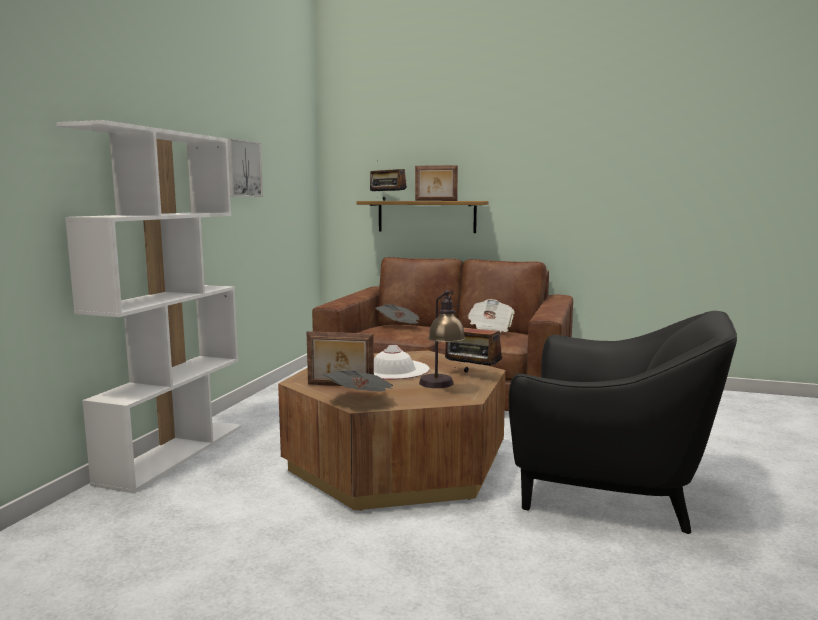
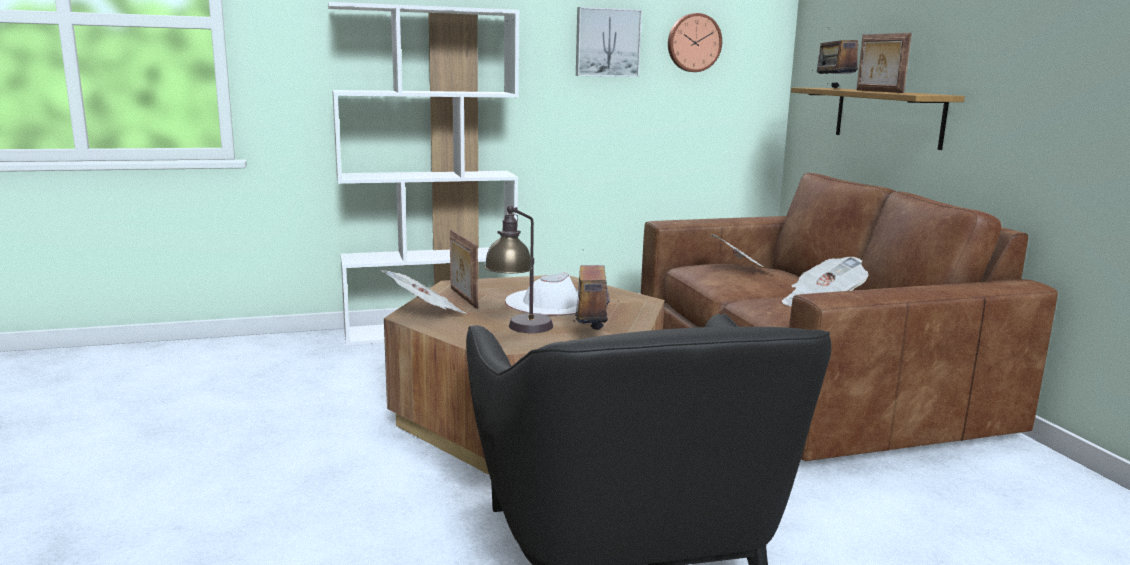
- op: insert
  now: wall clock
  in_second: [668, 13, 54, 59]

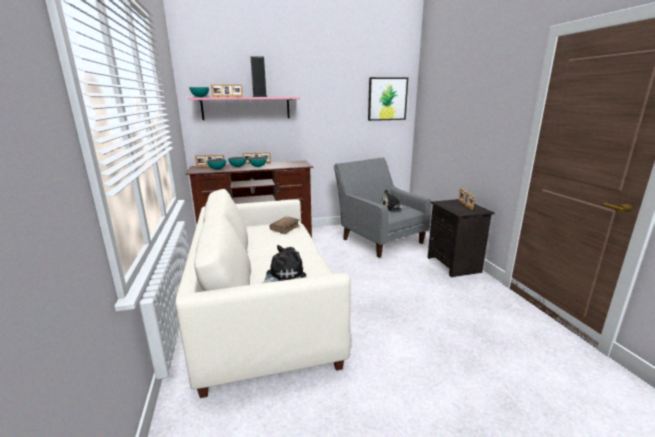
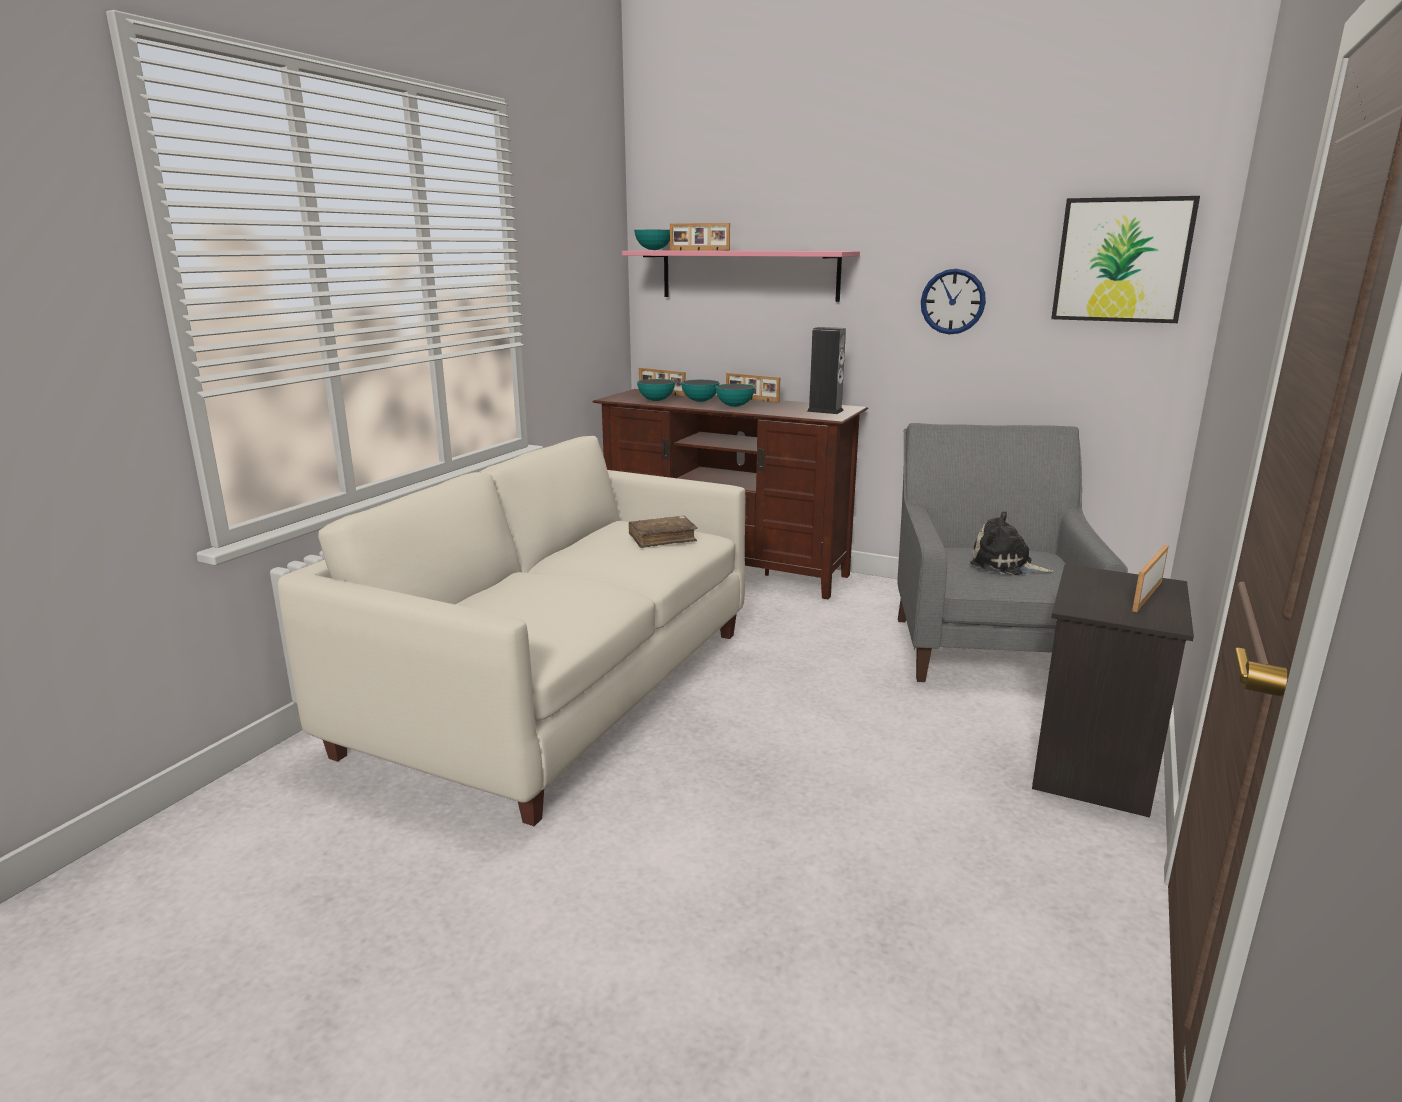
- op: move
  was: speaker
  in_first: [250, 56, 17, 41]
  in_second: [807, 327, 39, 87]
- op: insert
  now: wall clock
  in_second: [921, 269, 65, 66]
- op: delete
  was: plush toy
  in_first: [263, 245, 43, 38]

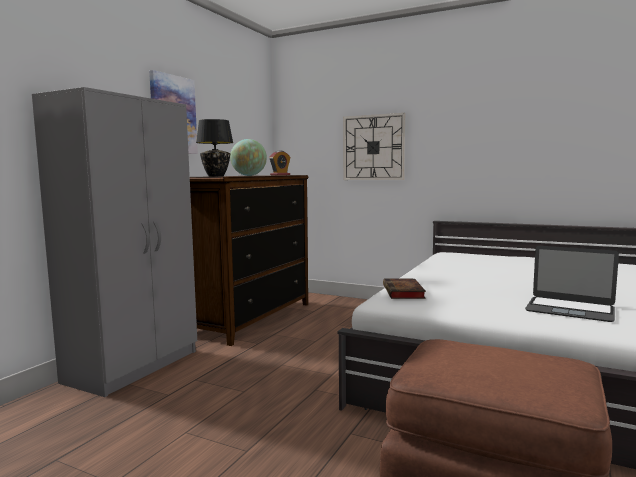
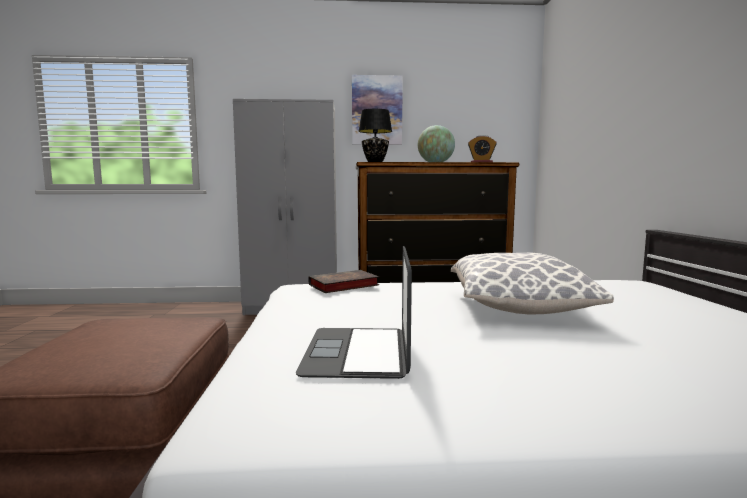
- op: insert
  now: pillow
  in_second: [451, 253, 163, 61]
- op: delete
  was: wall clock
  in_first: [343, 113, 62, 67]

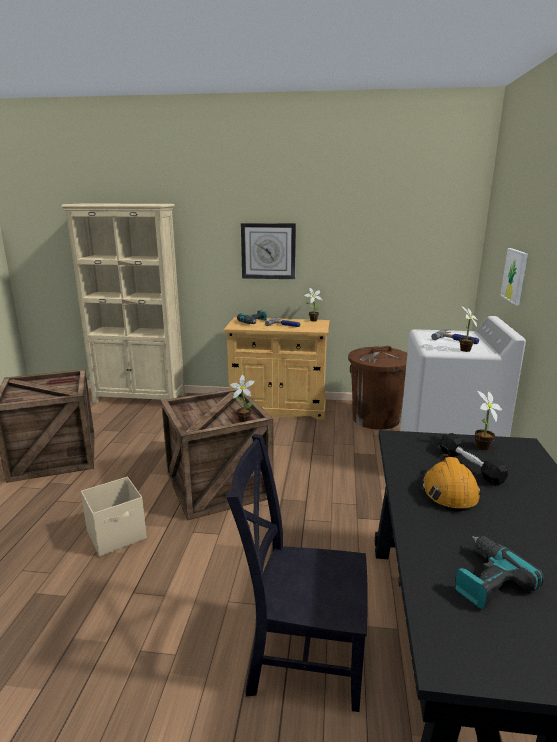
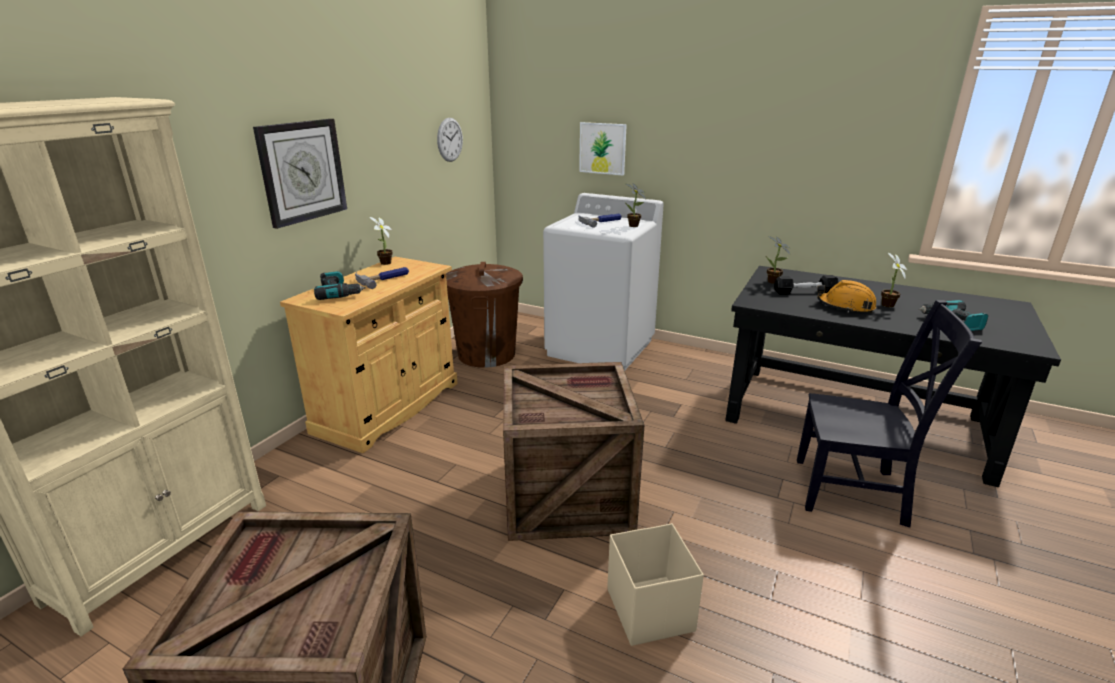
- op: insert
  now: wall clock
  in_second: [437, 118, 26, 44]
- op: rotate
  was: chair/black
  in_first: [226, 434, 142, 278]
  in_second: [797, 300, 185, 227]
  clockwise: -105
- op: move
  was: potted plant
  in_first: [230, 375, 25, 47]
  in_second: [881, 253, 26, 54]

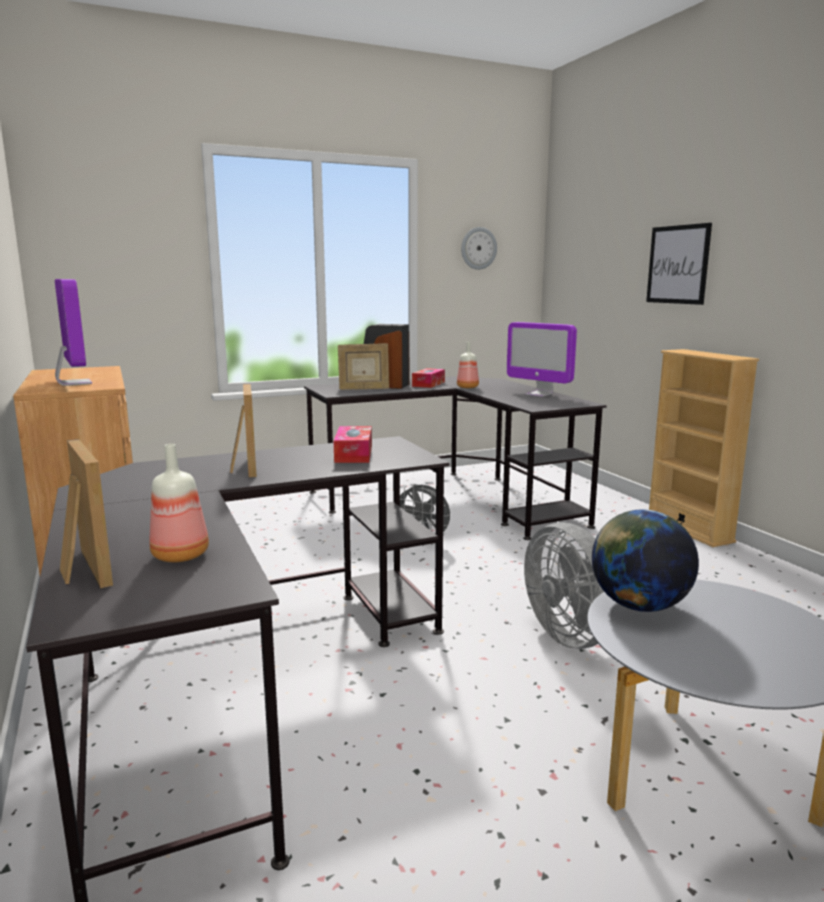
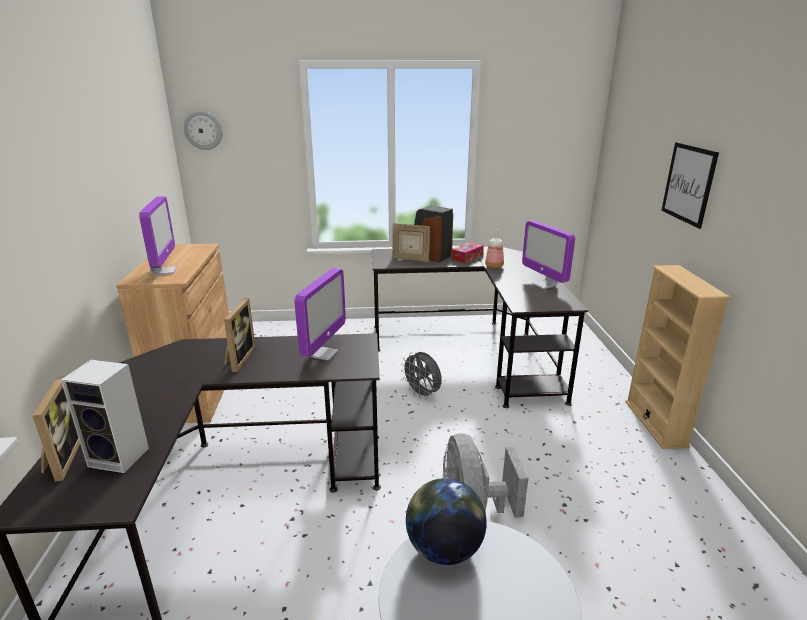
- op: replace
  was: bottle
  now: speaker
  in_first: [150, 444, 59, 118]
  in_second: [61, 360, 88, 113]
- op: move
  was: wall clock
  in_first: [461, 227, 36, 43]
  in_second: [184, 111, 38, 39]
- op: replace
  was: tissue box
  now: monitor
  in_first: [334, 426, 38, 37]
  in_second: [294, 268, 52, 92]

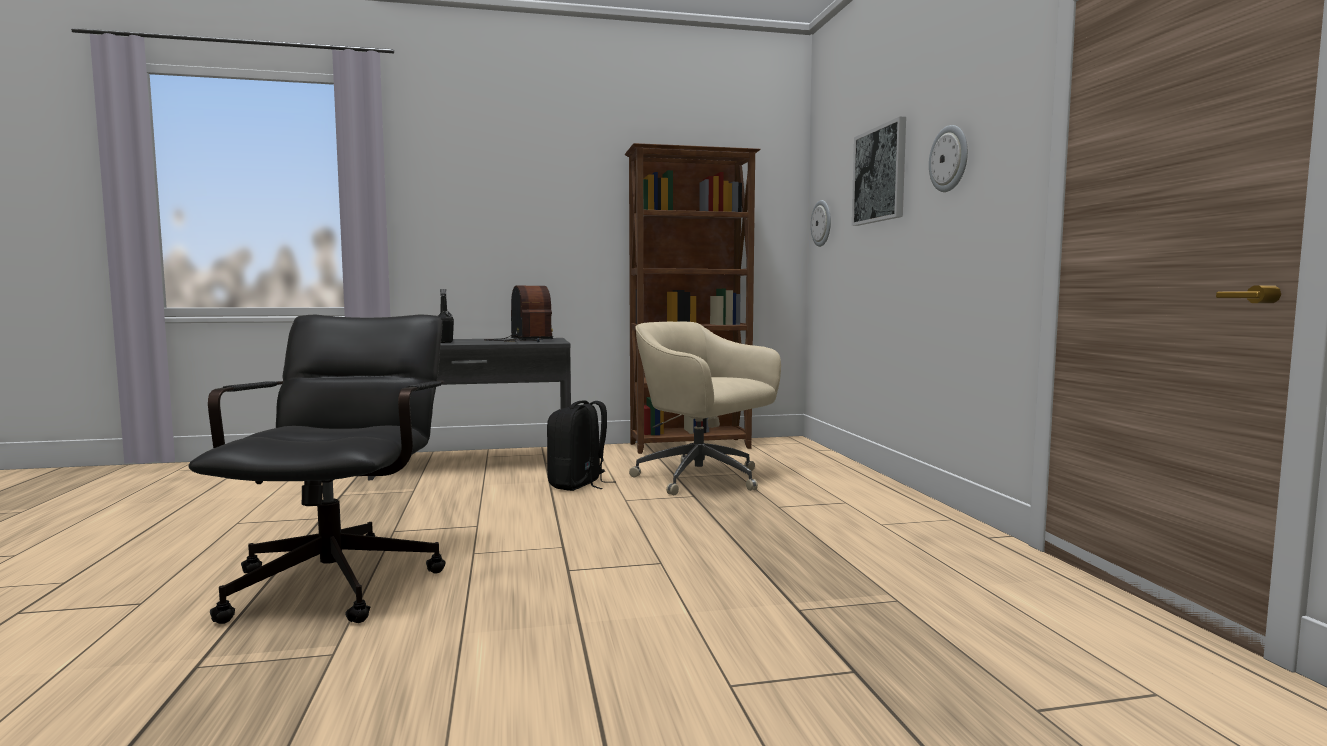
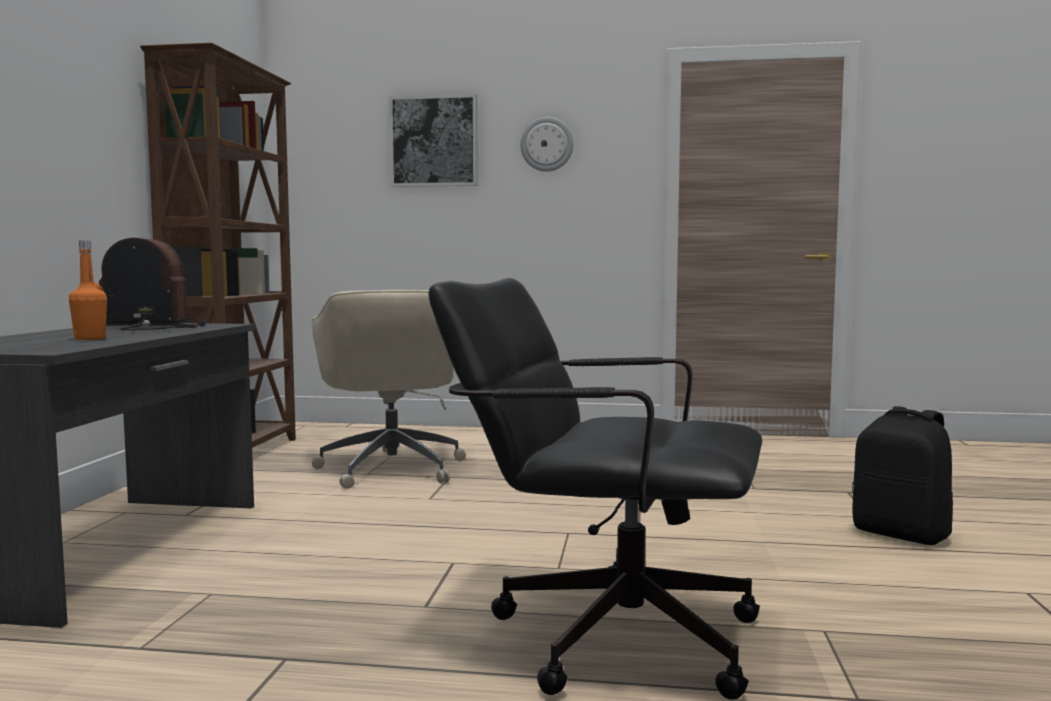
- op: recolor
  was: bottle/black
  now: bottle/orange
  in_first: [438, 289, 16, 54]
  in_second: [69, 241, 38, 99]
- op: rotate
  was: office chair/beige
  in_first: [629, 321, 152, 174]
  in_second: [312, 290, 154, 199]
  clockwise: -75
- op: move
  was: backpack/black
  in_first: [547, 401, 69, 90]
  in_second: [852, 406, 101, 139]
- op: delete
  was: wall clock
  in_first: [811, 200, 20, 47]

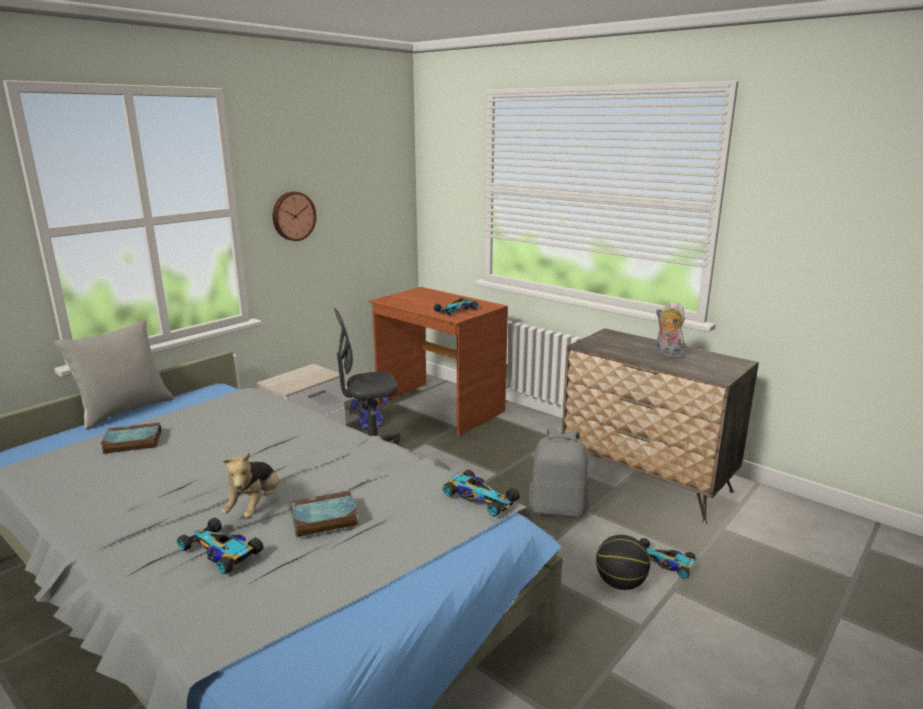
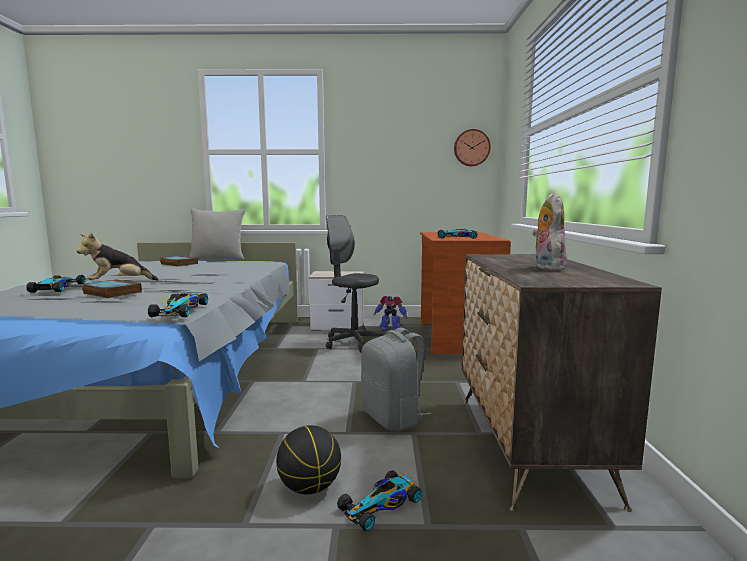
- op: rotate
  was: toy car
  in_first: [639, 538, 57, 41]
  in_second: [337, 470, 85, 61]
  clockwise: -120
- op: move
  was: wall clock
  in_first: [273, 192, 43, 49]
  in_second: [454, 129, 37, 37]

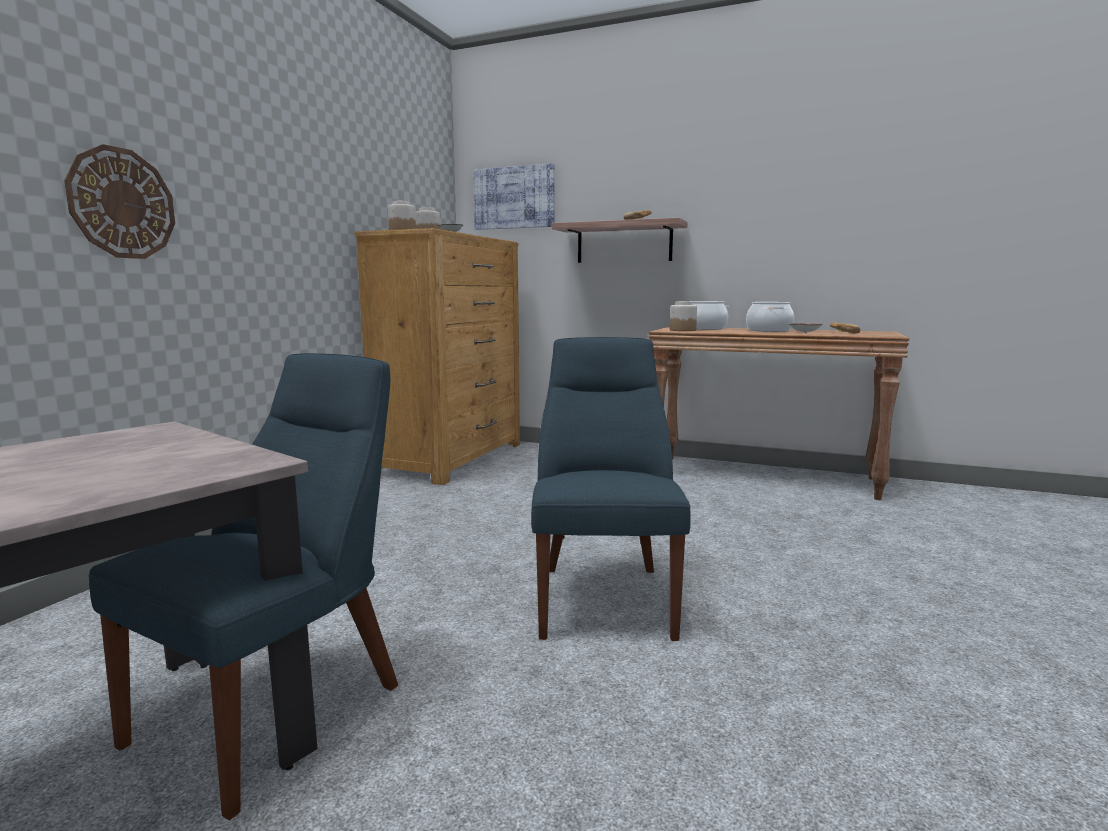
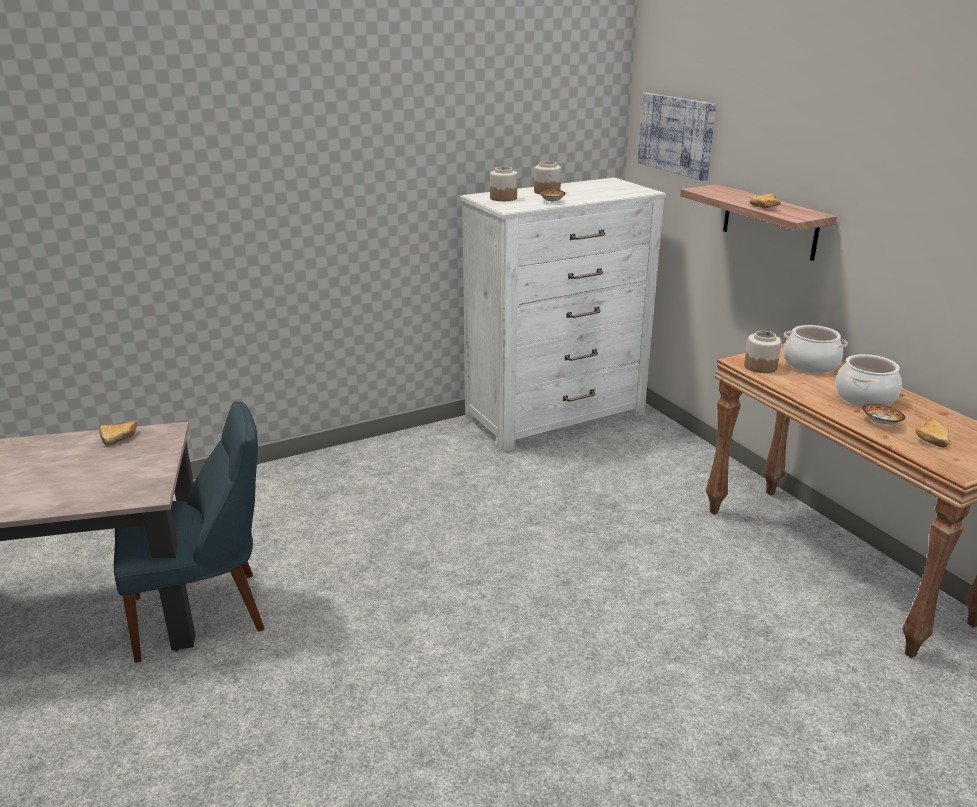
- op: insert
  now: bread
  in_second: [99, 421, 39, 25]
- op: recolor
  was: dresser/brown
  now: dresser/white
  in_first: [354, 228, 166, 257]
  in_second: [460, 177, 206, 275]
- op: delete
  was: wall clock
  in_first: [64, 144, 111, 115]
- op: delete
  was: chair/blue
  in_first: [531, 337, 160, 304]

